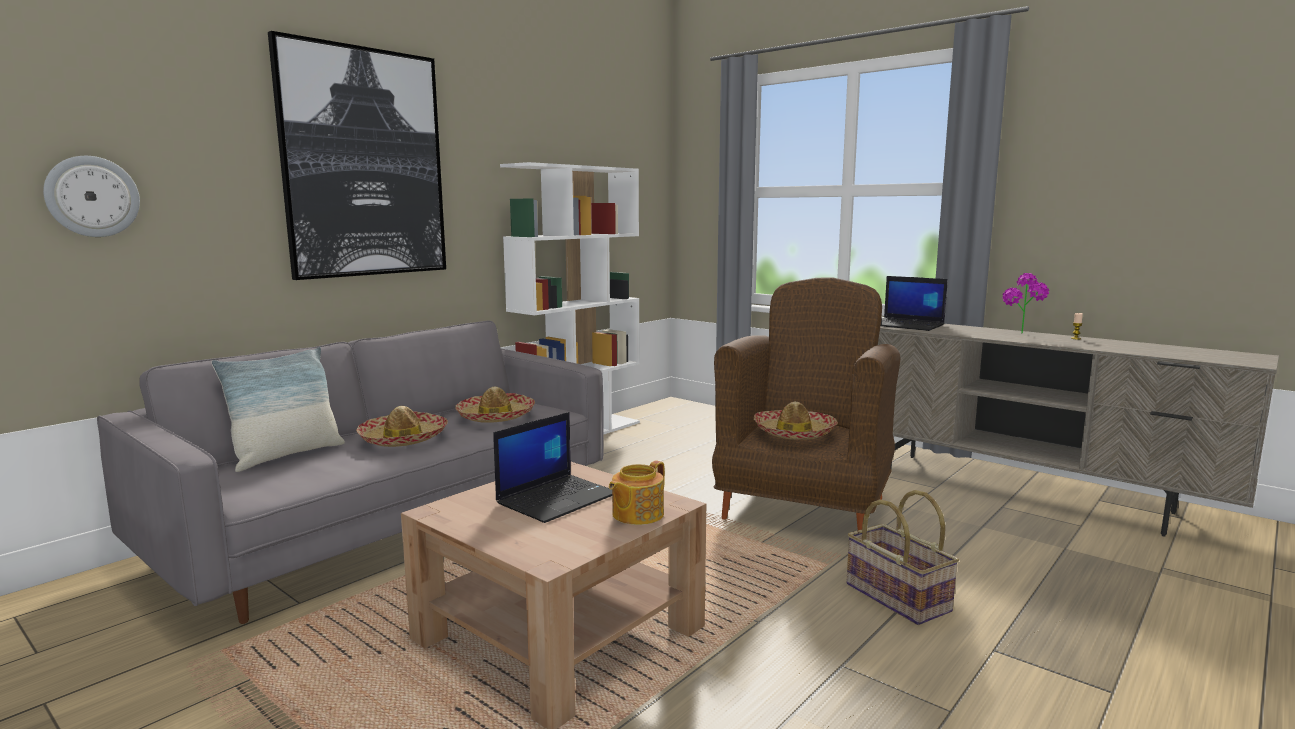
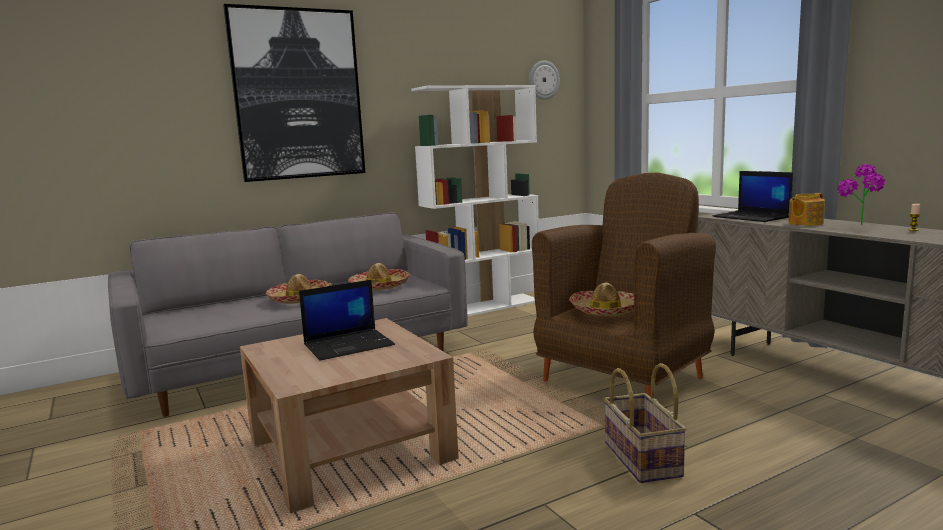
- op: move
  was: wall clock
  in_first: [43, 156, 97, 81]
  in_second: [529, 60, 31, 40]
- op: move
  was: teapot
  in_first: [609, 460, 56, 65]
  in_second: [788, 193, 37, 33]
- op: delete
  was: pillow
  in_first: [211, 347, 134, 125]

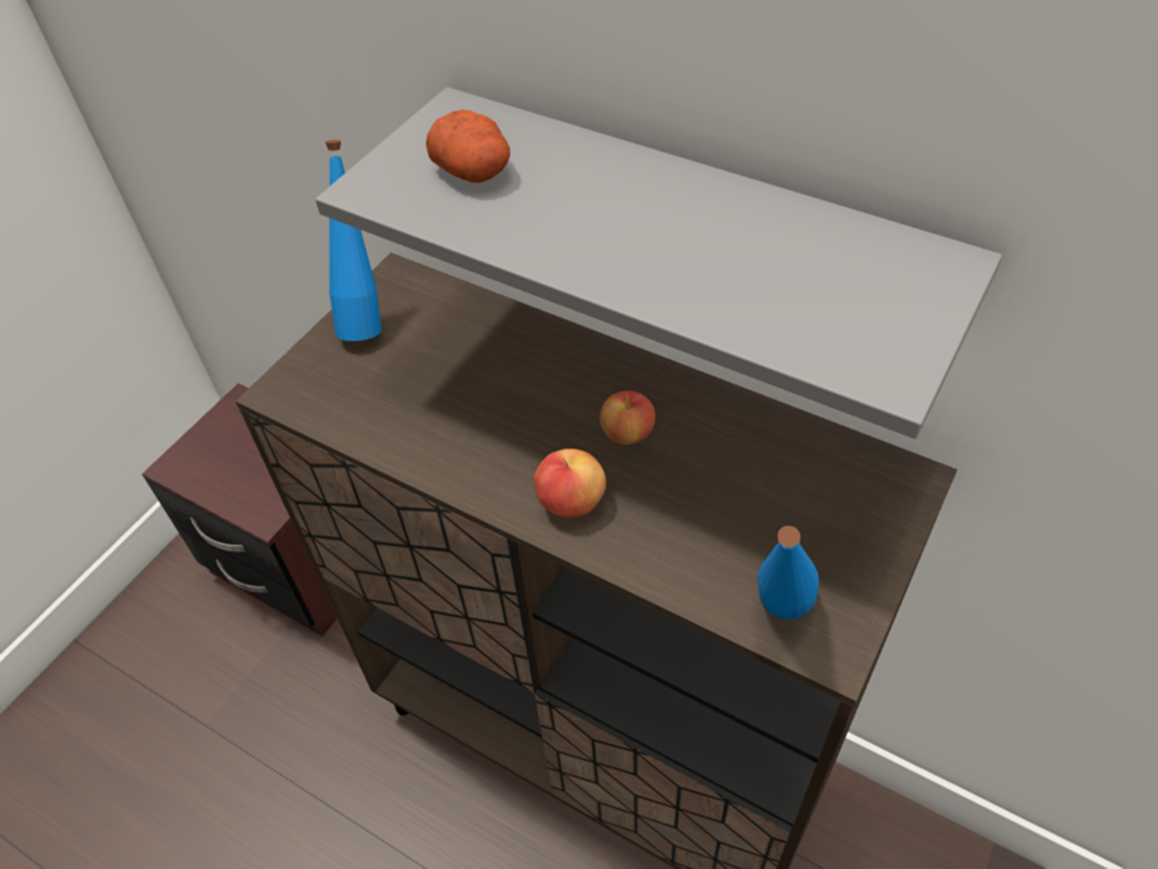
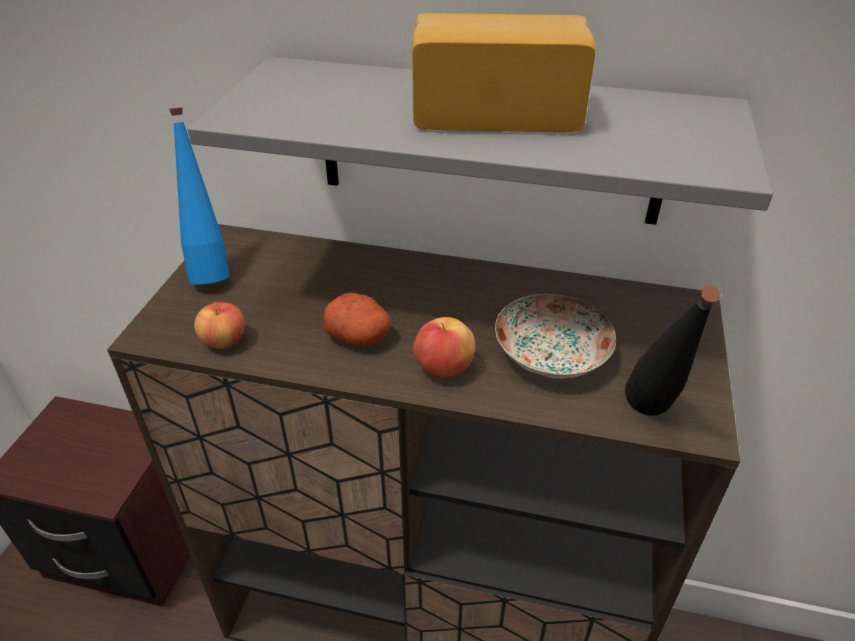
- op: move
  was: apple
  in_first: [600, 391, 55, 54]
  in_second: [194, 302, 51, 47]
- op: move
  was: potato
  in_first: [426, 110, 84, 73]
  in_second: [323, 293, 68, 53]
- op: insert
  now: bread
  in_second: [412, 13, 183, 119]
- op: insert
  now: plate
  in_second: [495, 294, 121, 85]
- op: recolor
  was: bottle/blue
  now: bottle/black
  in_first: [757, 526, 62, 94]
  in_second: [625, 285, 96, 131]

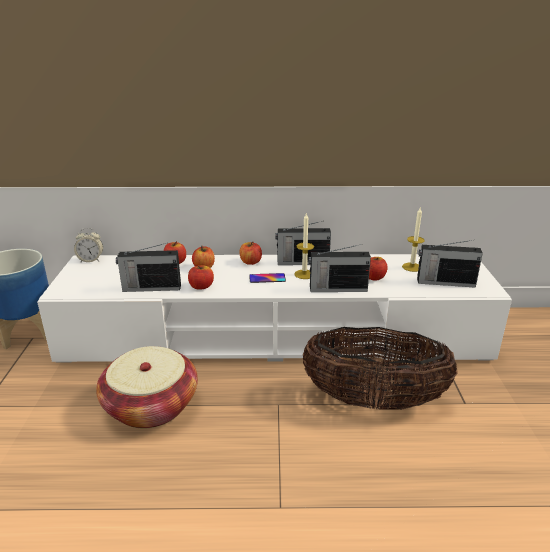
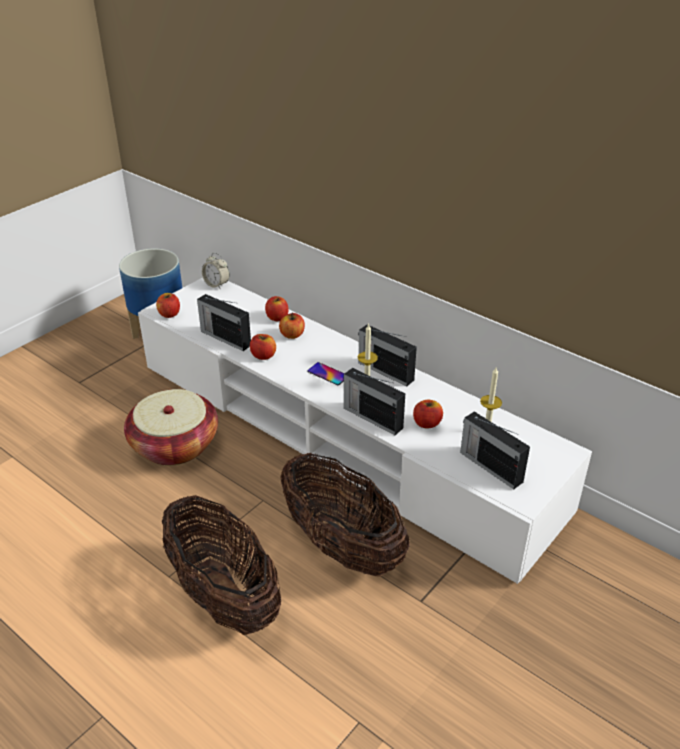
- op: move
  was: apple
  in_first: [240, 242, 22, 23]
  in_second: [156, 293, 24, 25]
- op: insert
  now: basket
  in_second: [162, 495, 119, 140]

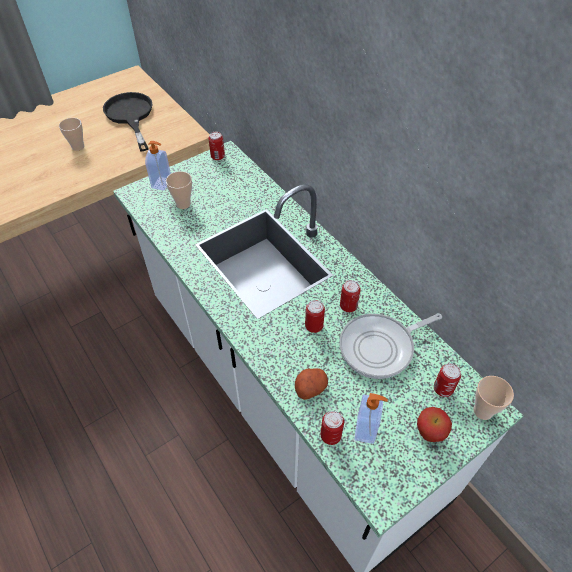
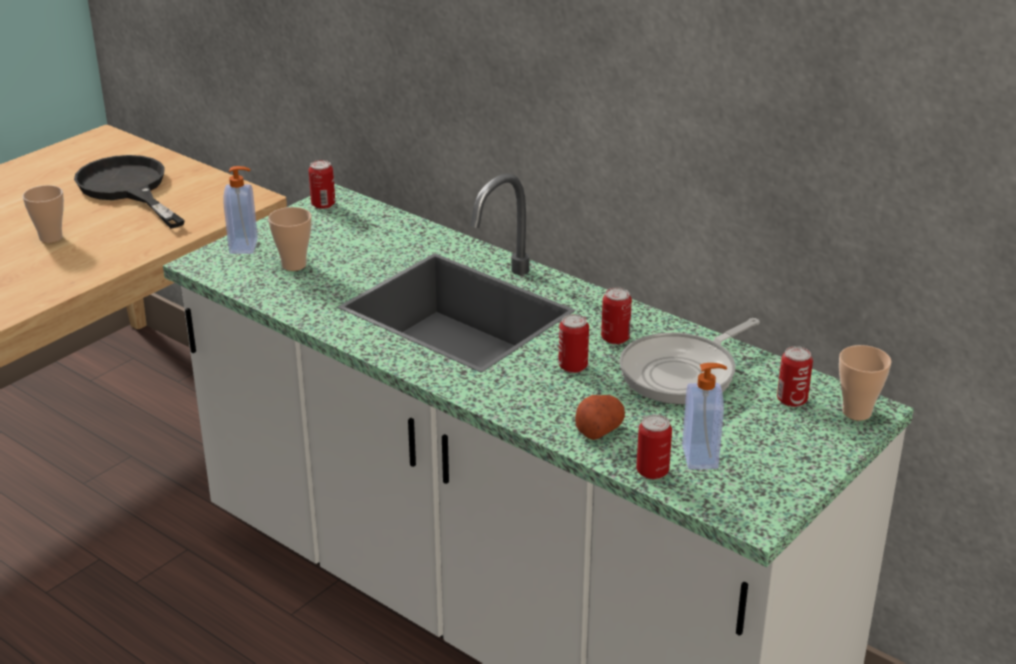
- op: delete
  was: apple
  in_first: [417, 407, 35, 35]

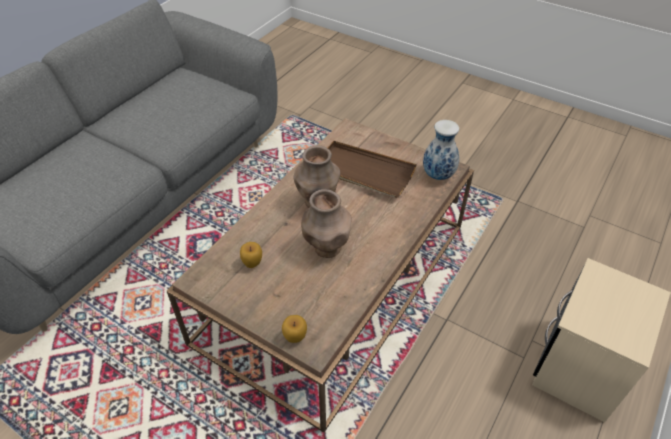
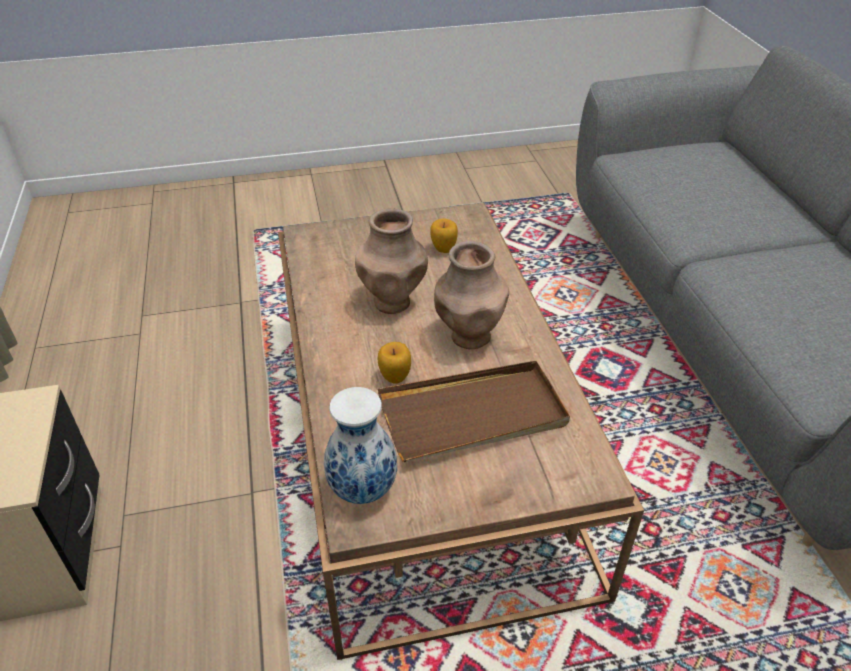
- op: move
  was: apple
  in_first: [282, 315, 25, 28]
  in_second: [378, 342, 33, 42]

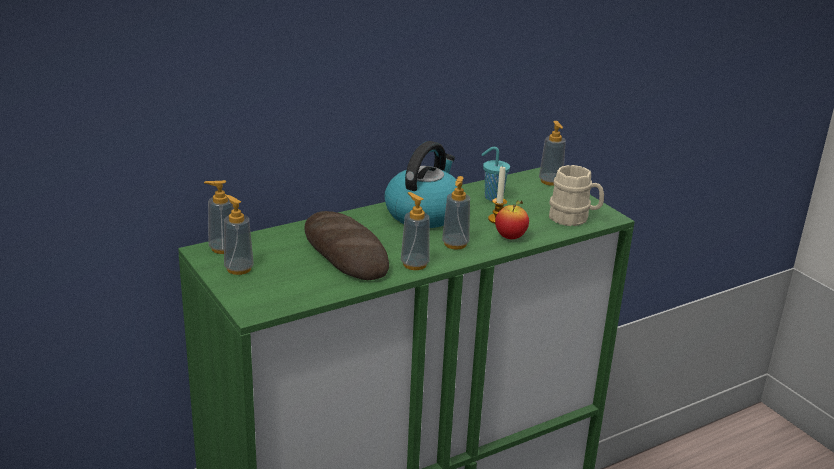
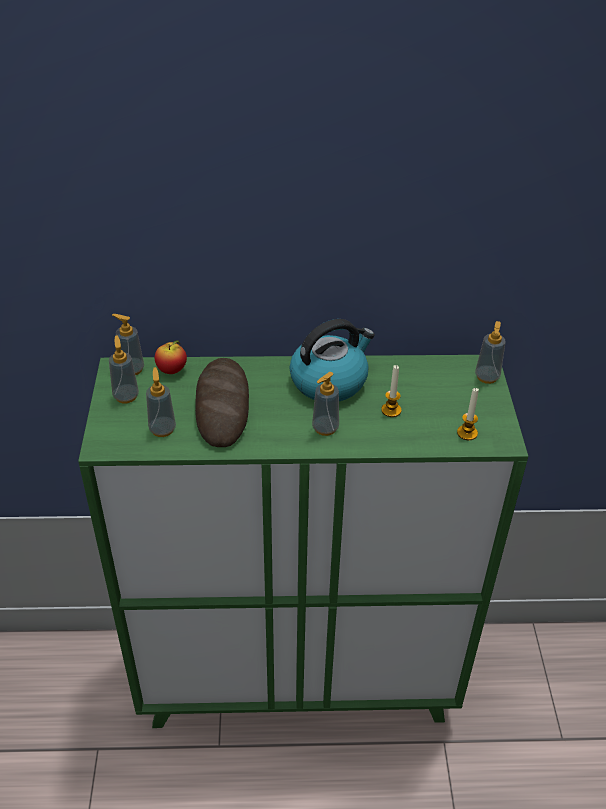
- op: move
  was: soap dispenser
  in_first: [401, 192, 29, 78]
  in_second: [146, 367, 30, 70]
- op: move
  was: apple
  in_first: [495, 200, 34, 39]
  in_second: [155, 340, 32, 34]
- op: replace
  was: mug/beige
  now: candle
  in_first: [549, 165, 55, 61]
  in_second: [457, 388, 22, 52]
- op: delete
  was: cup/turquoise
  in_first: [481, 147, 29, 54]

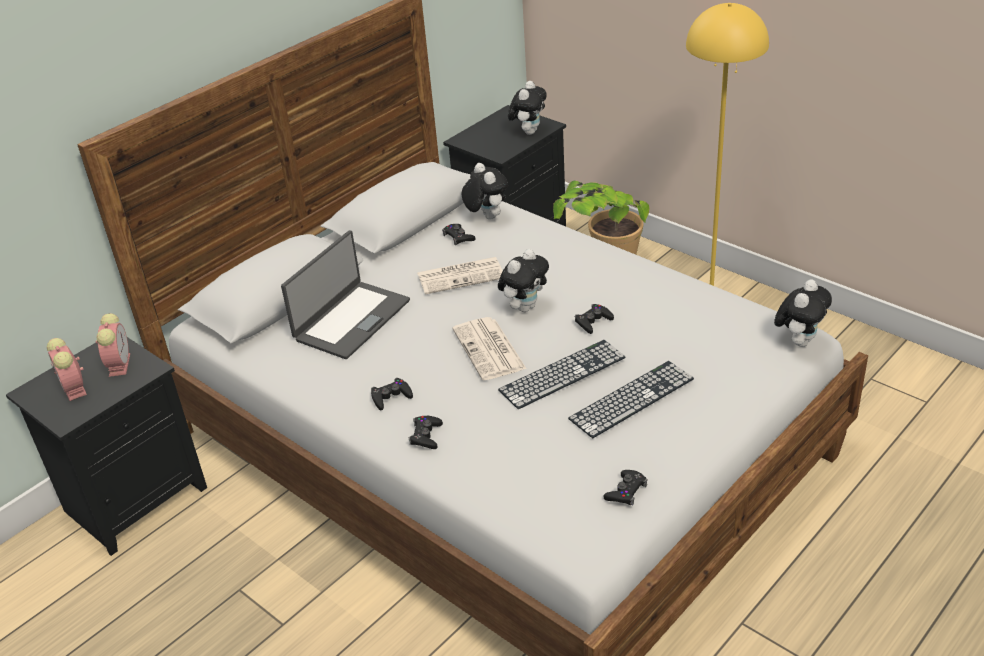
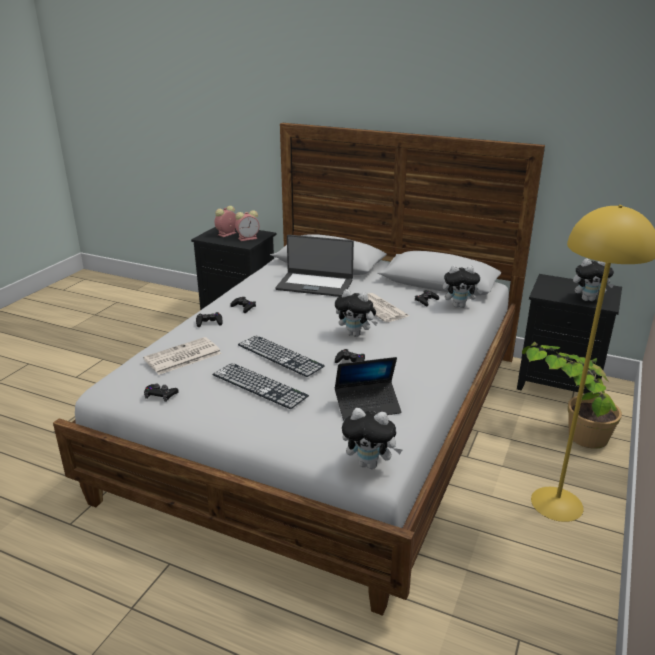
- op: move
  was: newspaper
  in_first: [452, 317, 75, 63]
  in_second: [143, 337, 79, 38]
- op: insert
  now: laptop
  in_second: [335, 357, 67, 64]
- op: rotate
  was: plush toy
  in_first: [462, 163, 46, 57]
  in_second: [443, 265, 40, 43]
  clockwise: 45

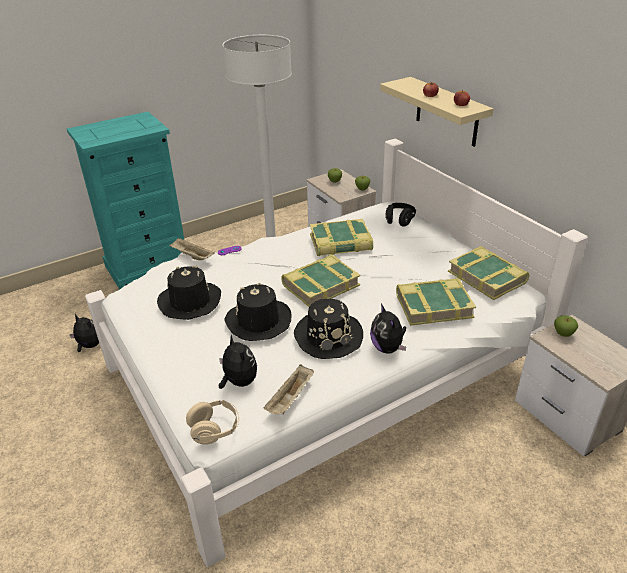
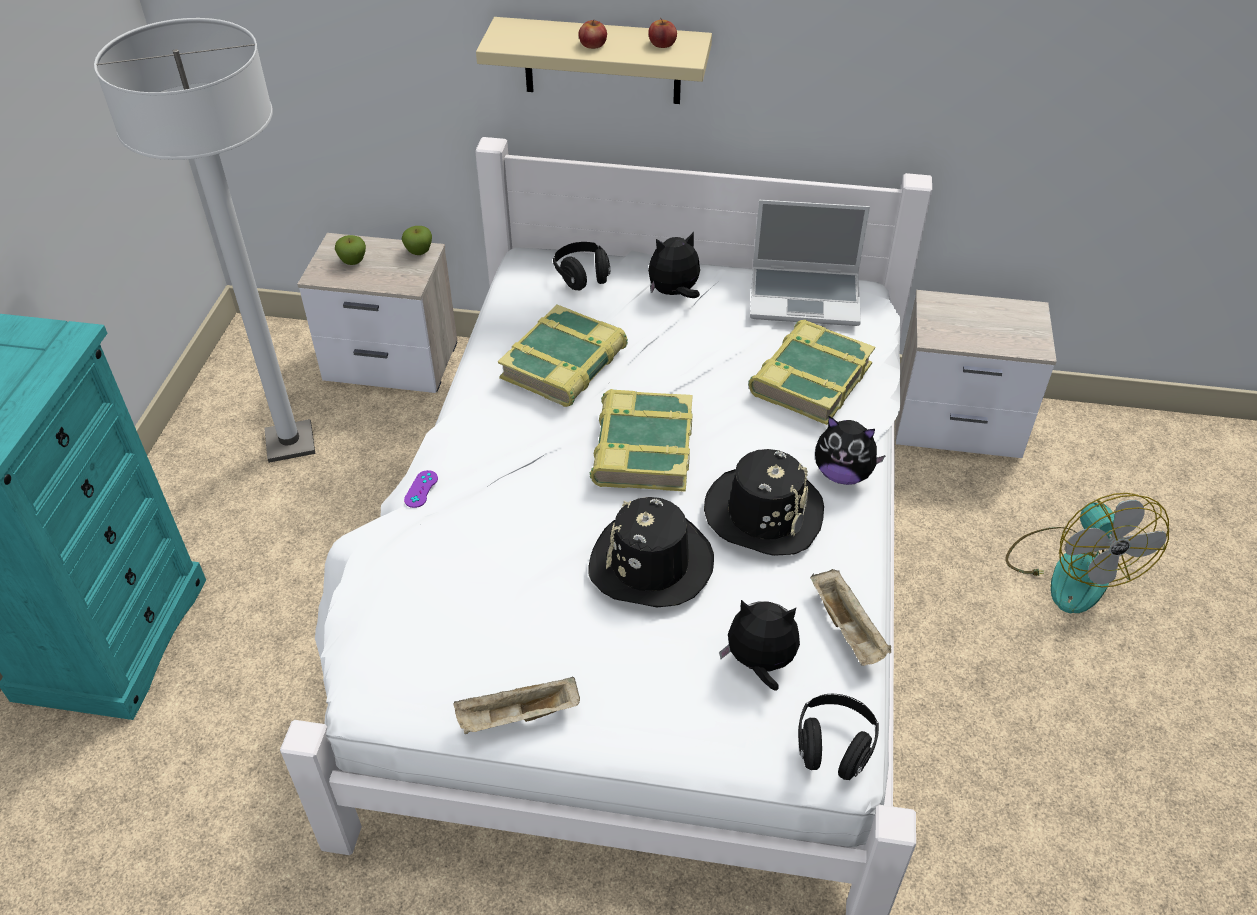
- op: move
  was: tray/beige
  in_first: [169, 237, 46, 23]
  in_second: [454, 676, 126, 58]
- op: move
  was: plush toy
  in_first: [70, 314, 29, 38]
  in_second: [648, 232, 52, 66]
- op: replace
  was: book
  now: laptop
  in_first: [448, 246, 81, 54]
  in_second: [750, 200, 120, 126]
- op: recolor
  was: headphones/beige
  now: headphones/black
  in_first: [186, 400, 53, 45]
  in_second: [798, 694, 81, 86]
- op: insert
  now: fan
  in_second: [1005, 493, 164, 120]
- op: delete
  was: hat/black
  in_first: [157, 265, 64, 55]
- op: delete
  was: apple
  in_first: [554, 315, 24, 22]

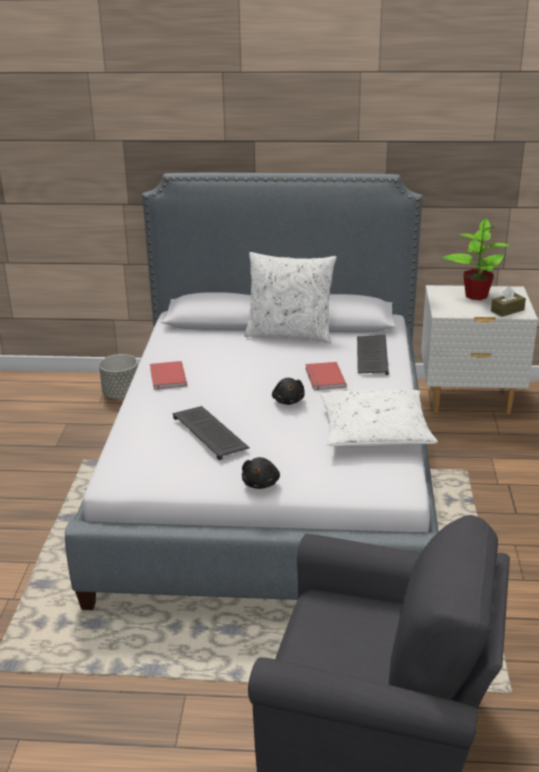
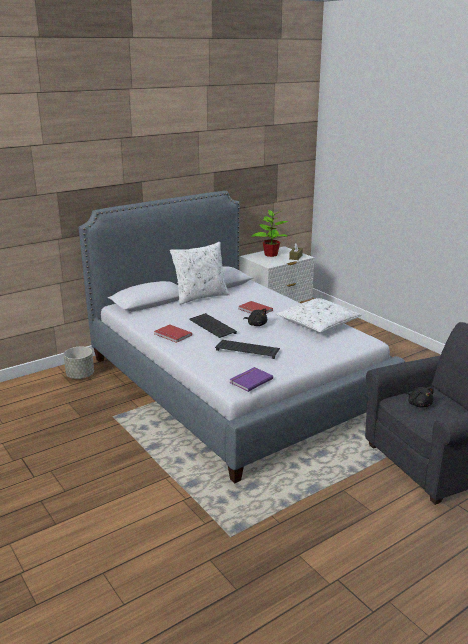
- op: move
  was: keyboard
  in_first: [357, 335, 32, 40]
  in_second: [189, 313, 48, 25]
- op: insert
  now: book/purple
  in_second: [230, 367, 43, 25]
- op: move
  was: plush toy/black
  in_first: [242, 457, 38, 32]
  in_second: [406, 387, 28, 20]

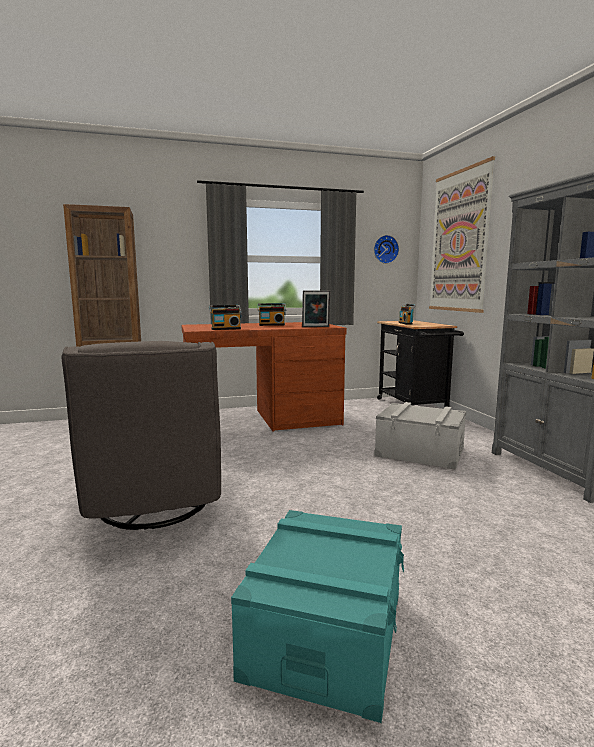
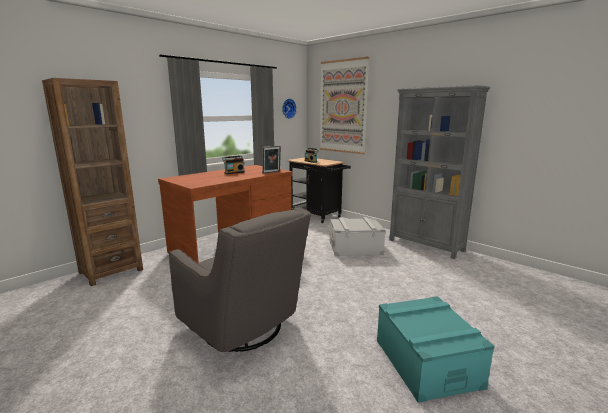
- op: delete
  was: radio
  in_first: [209, 305, 33, 25]

